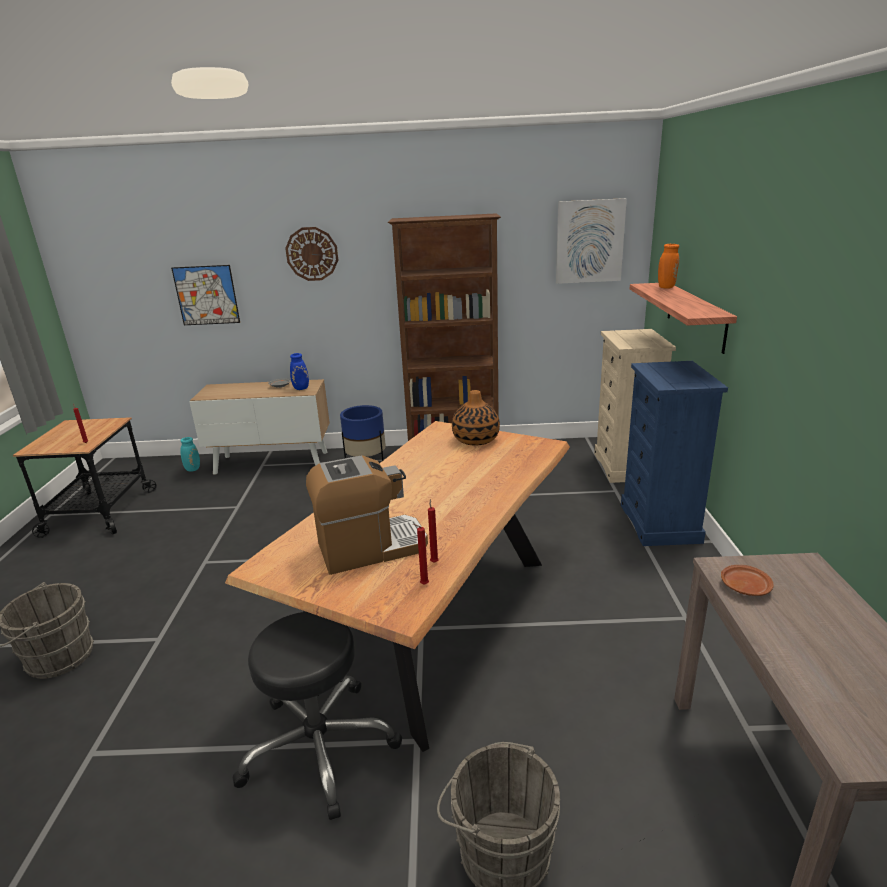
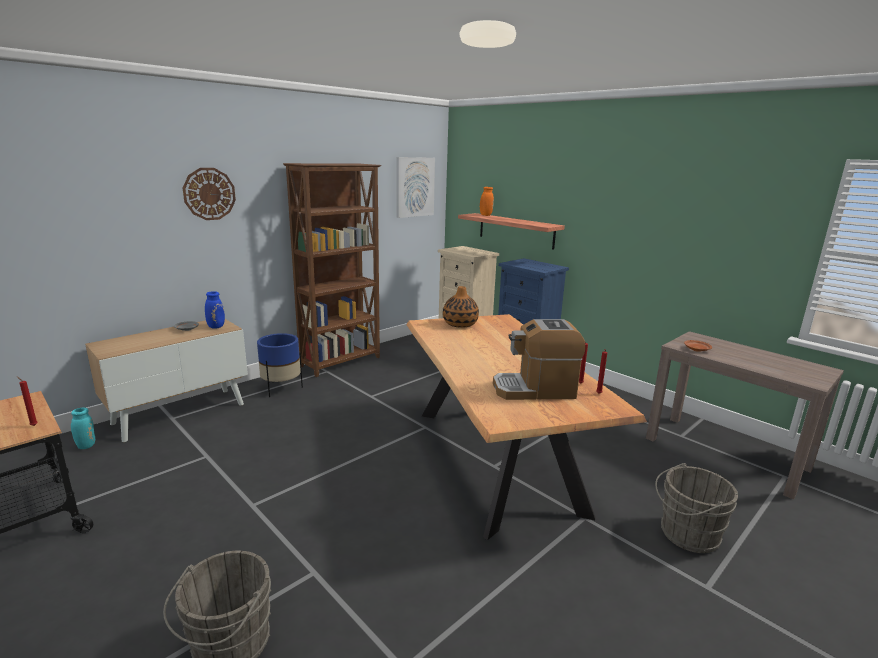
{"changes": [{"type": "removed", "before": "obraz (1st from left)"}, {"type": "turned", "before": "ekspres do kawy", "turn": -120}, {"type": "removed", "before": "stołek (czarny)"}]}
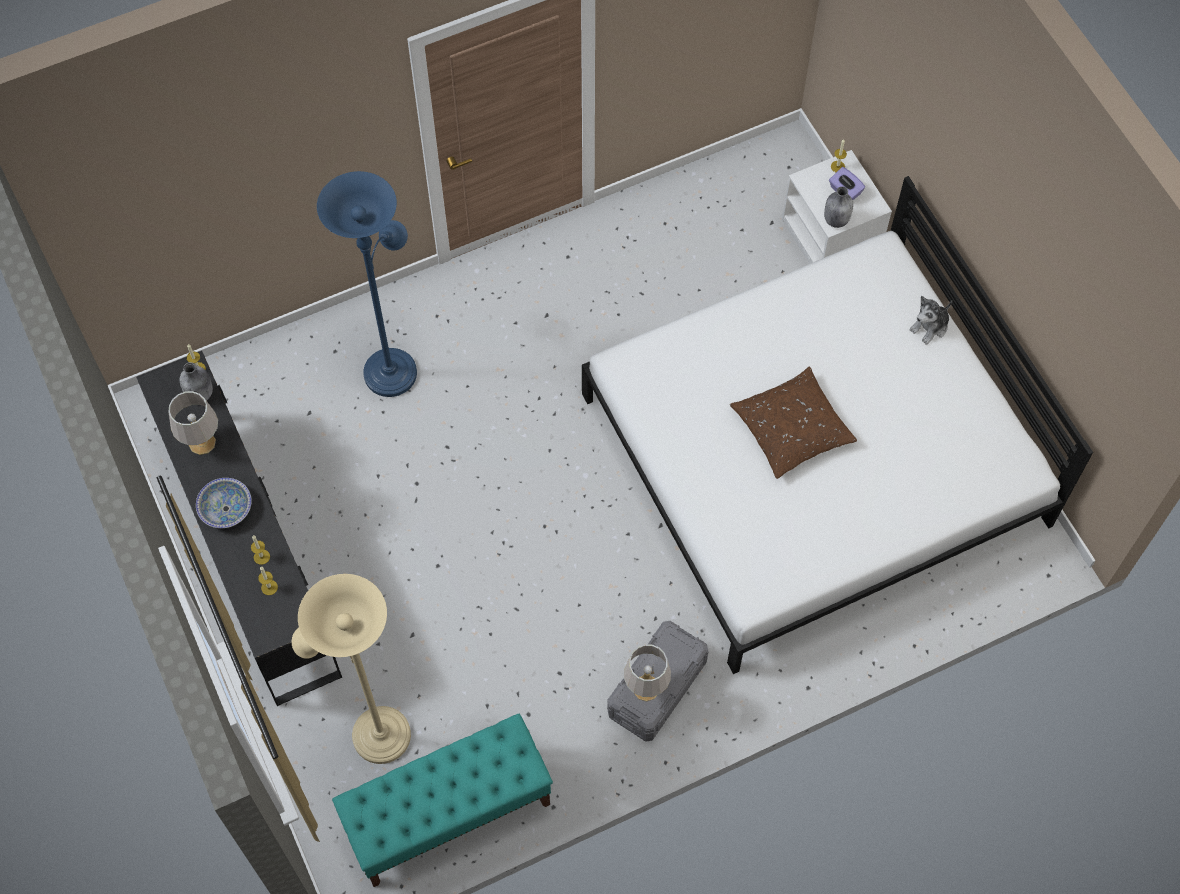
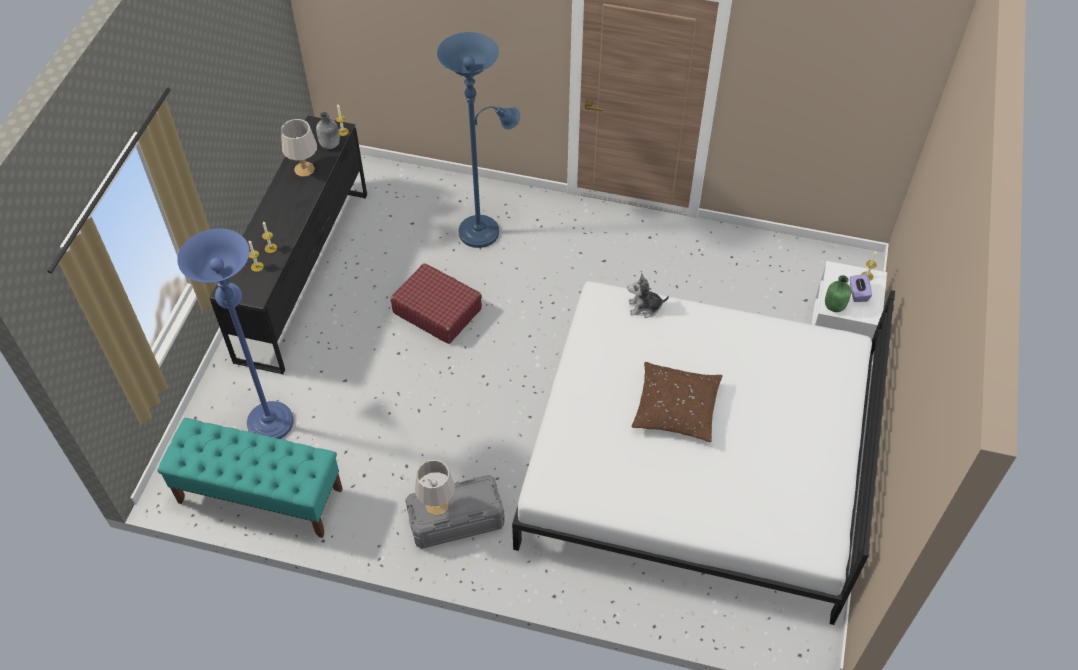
{"changes": [{"type": "recoloured", "before": "butelka (szary) (2nd from left)", "after": "butelka (zielony)"}, {"type": "moved", "before": "pluszak"}, {"type": "removed", "before": "miska"}, {"type": "recoloured", "before": "lampa stojąca (beżowy)", "after": "lampa stojąca (niebieski) (1st from left)"}, {"type": "added", "after": "walizka (czerwony)"}]}
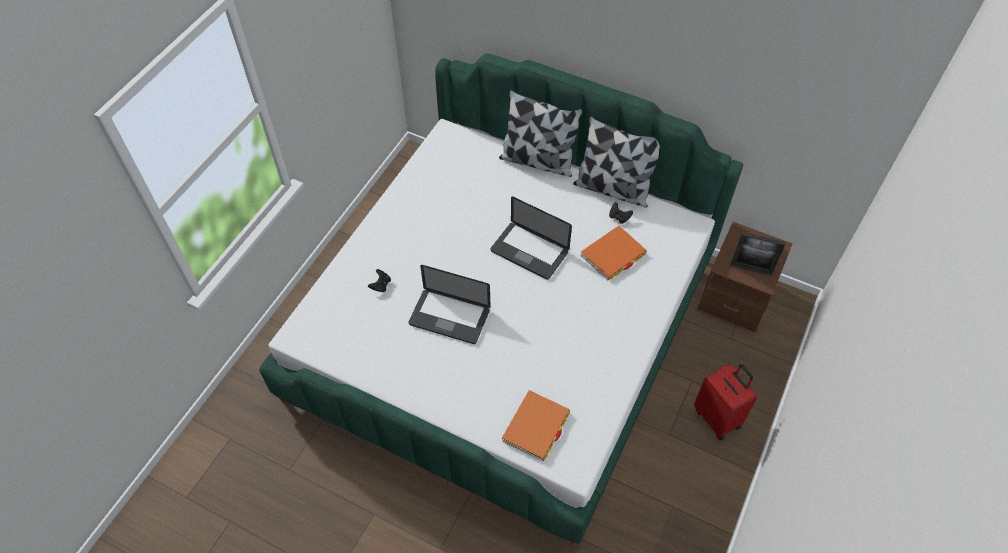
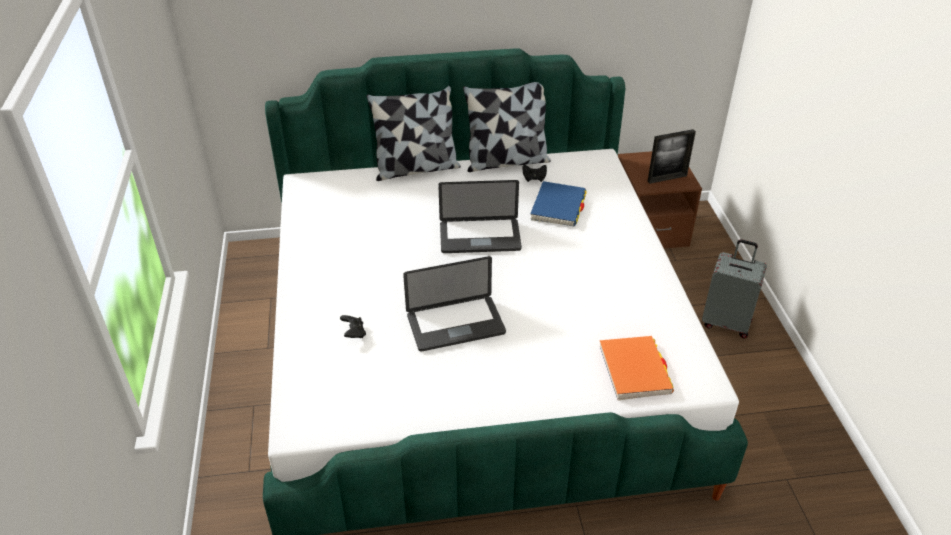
{"changes": [{"type": "recoloured", "before": "książka (pomarańczowy) (2nd from left)", "after": "książka (niebieski)"}, {"type": "recoloured", "before": "walizka (czerwony)", "after": "walizka (szary)"}]}
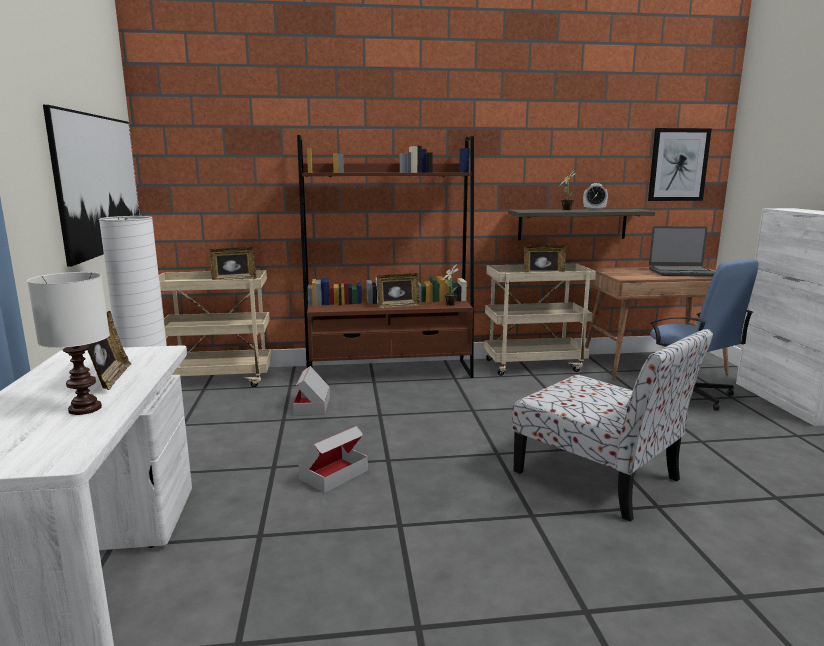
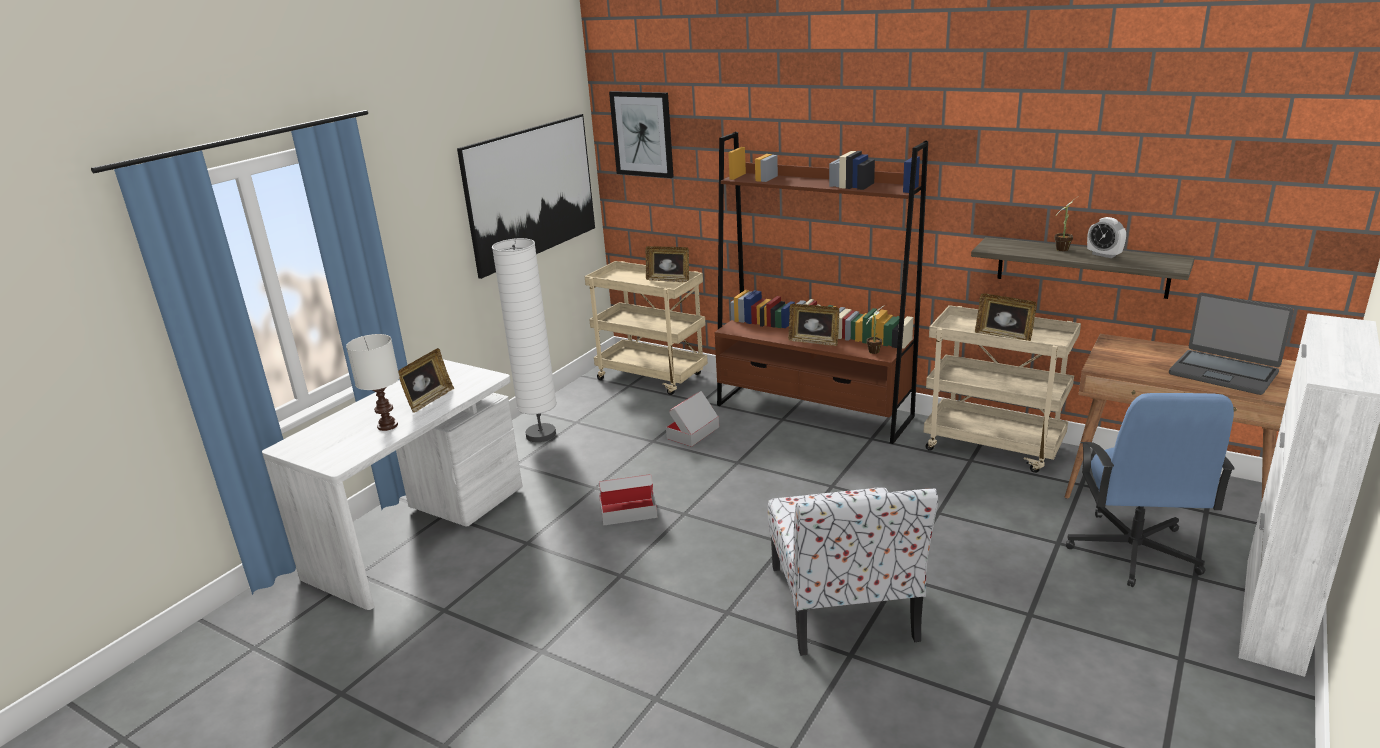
{"changes": [{"type": "moved", "before": "obraz (2nd from left)"}]}
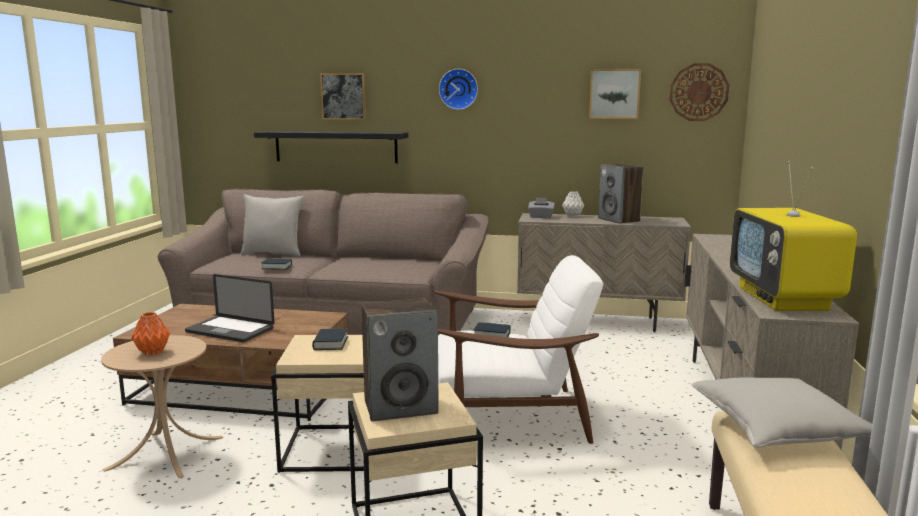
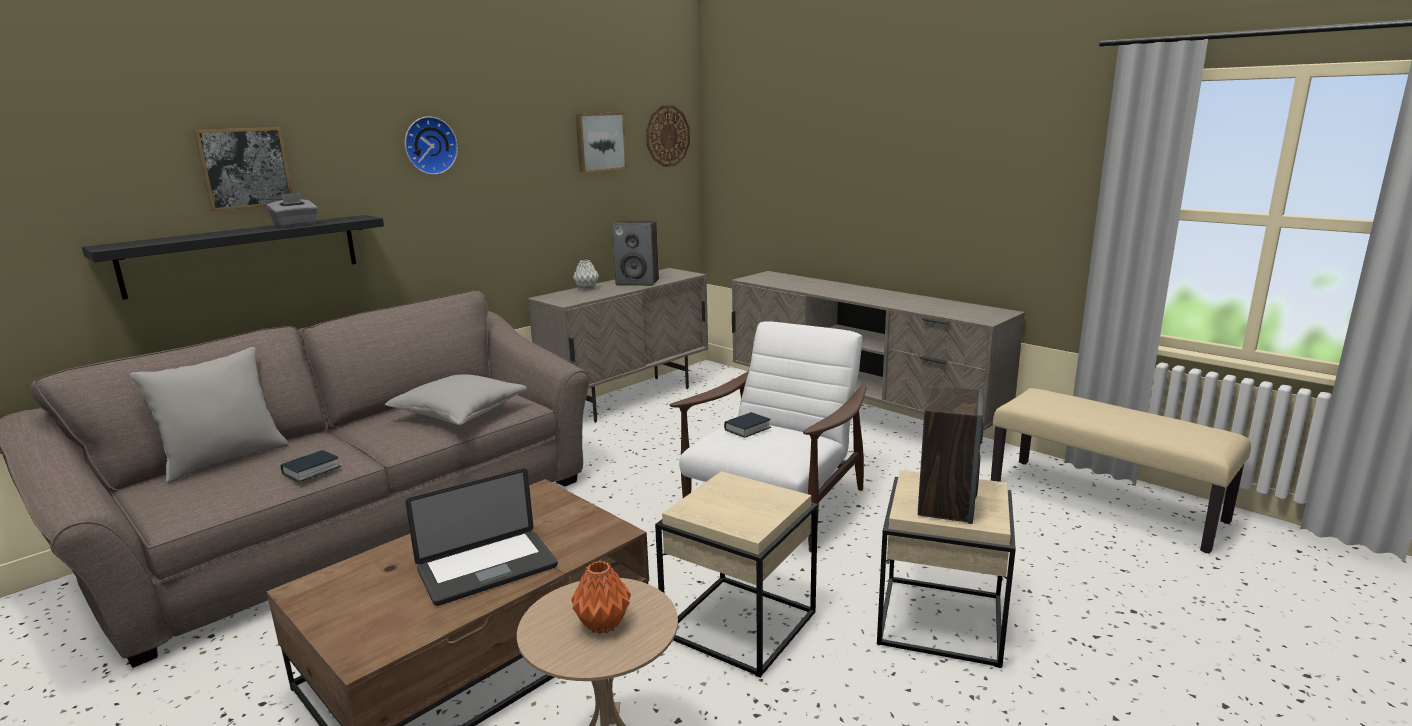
{"changes": [{"type": "removed", "before": "telewizor"}, {"type": "moved", "before": "pudełko chusteczek (szary)"}, {"type": "removed", "before": "książka (2nd from left)"}, {"type": "moved", "before": "poduszka (szary) (2nd from left)"}]}
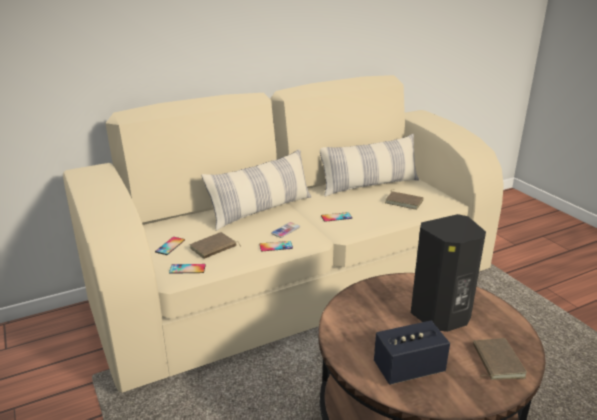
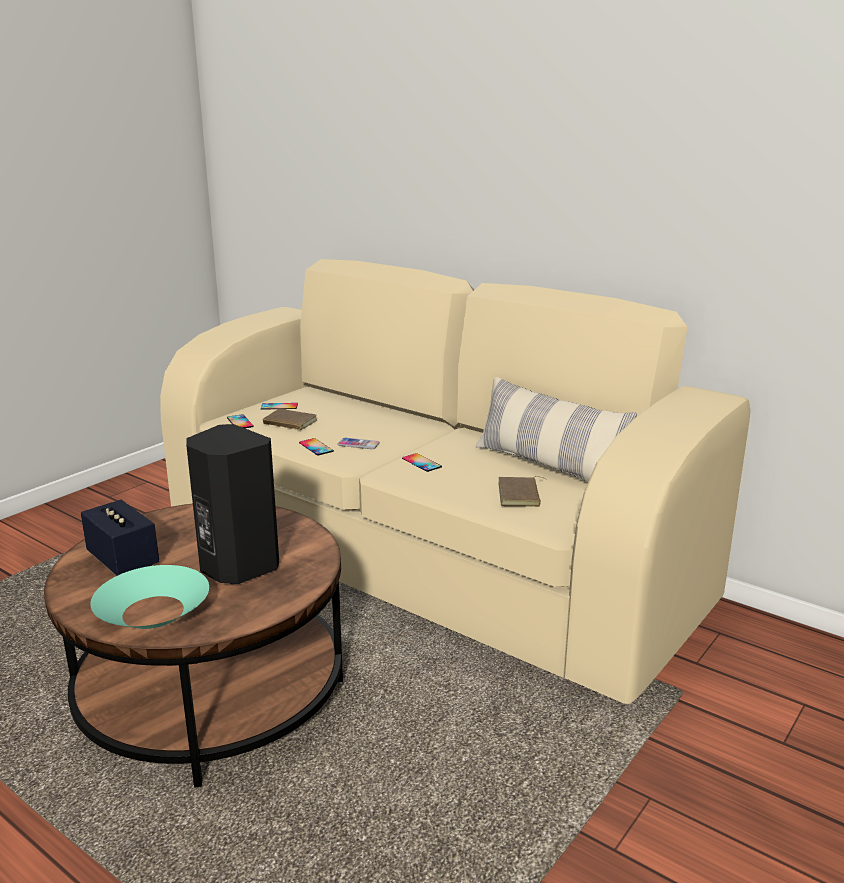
{"changes": [{"type": "removed", "before": "poduszka (1st from left)"}, {"type": "replaced", "before": "książka (brązowy) (3rd from left)", "after": "miska (turkusowy)"}]}
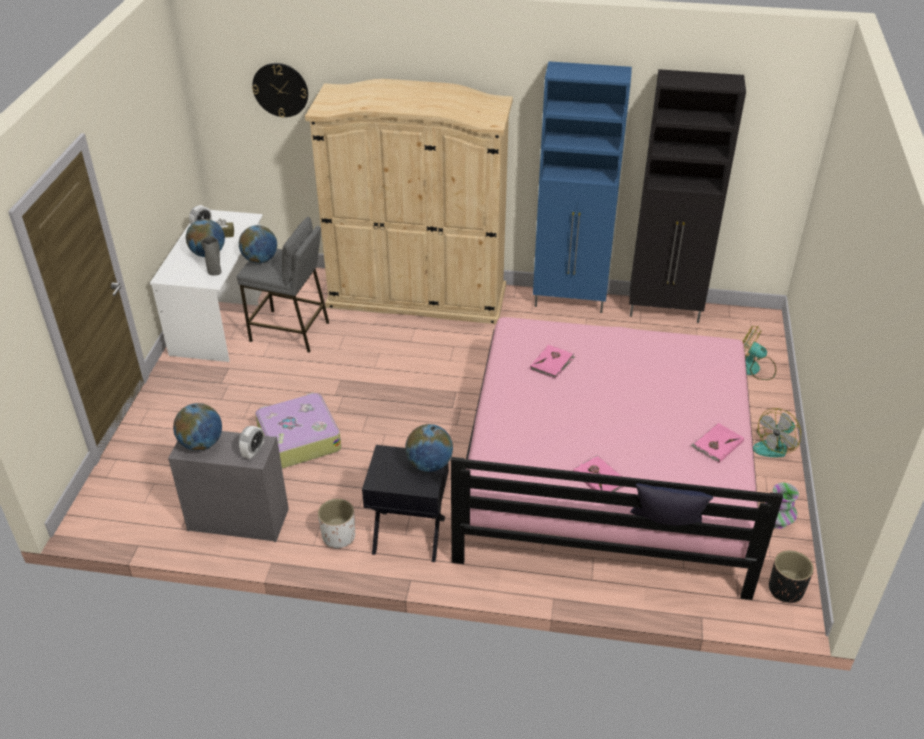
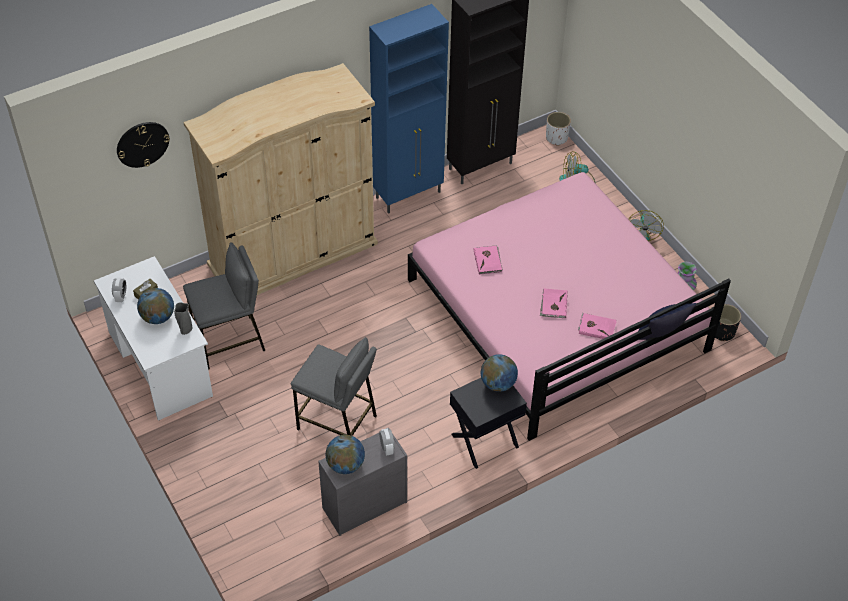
{"changes": [{"type": "removed", "before": "globus (3rd from left)"}, {"type": "replaced", "before": "walizka", "after": "stołek (szary) (2nd from left)"}, {"type": "moved", "before": "książka (różowy) (3rd from left in the first image)", "after": "książka (różowy) (2nd from left)"}, {"type": "moved", "before": "donica (biały)"}]}
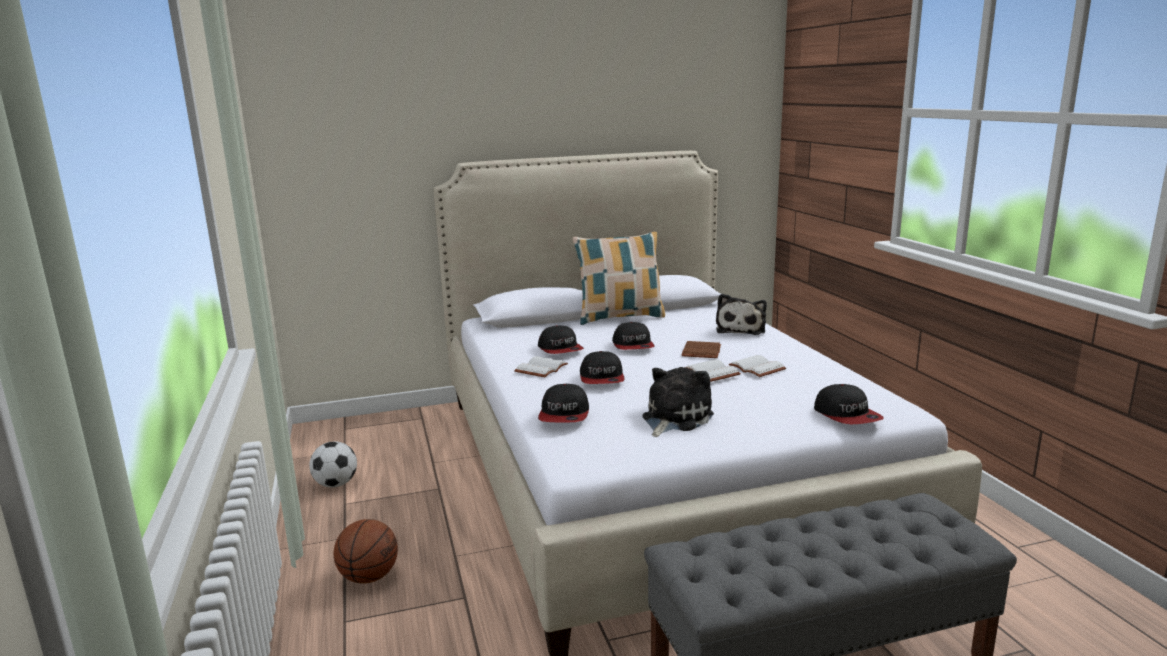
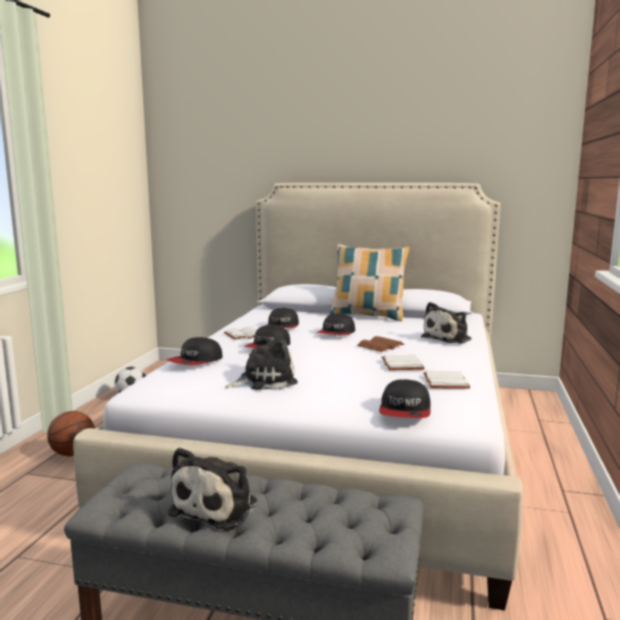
{"changes": [{"type": "moved", "before": "książka (biały) (2nd from left in the first image)", "after": "książka (biały) (3rd from left)"}, {"type": "added", "after": "pluszak (1st from left)"}]}
